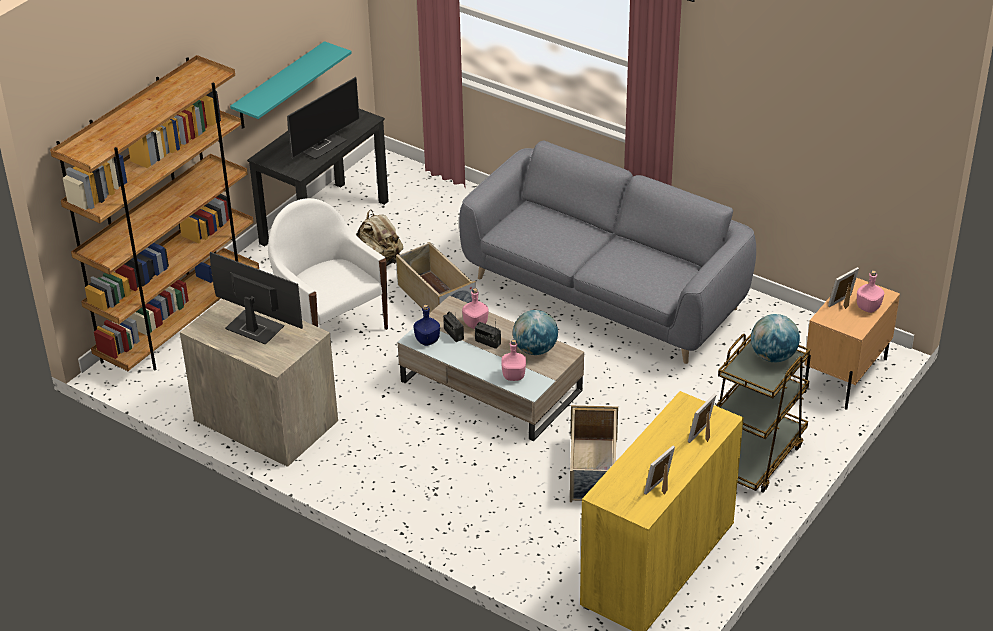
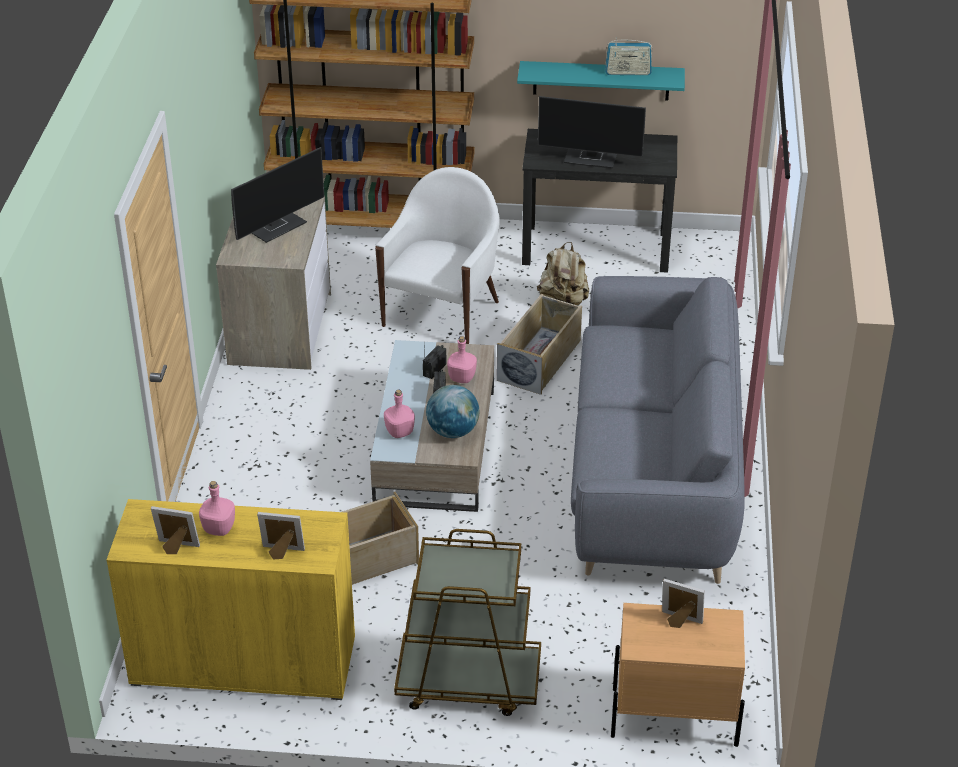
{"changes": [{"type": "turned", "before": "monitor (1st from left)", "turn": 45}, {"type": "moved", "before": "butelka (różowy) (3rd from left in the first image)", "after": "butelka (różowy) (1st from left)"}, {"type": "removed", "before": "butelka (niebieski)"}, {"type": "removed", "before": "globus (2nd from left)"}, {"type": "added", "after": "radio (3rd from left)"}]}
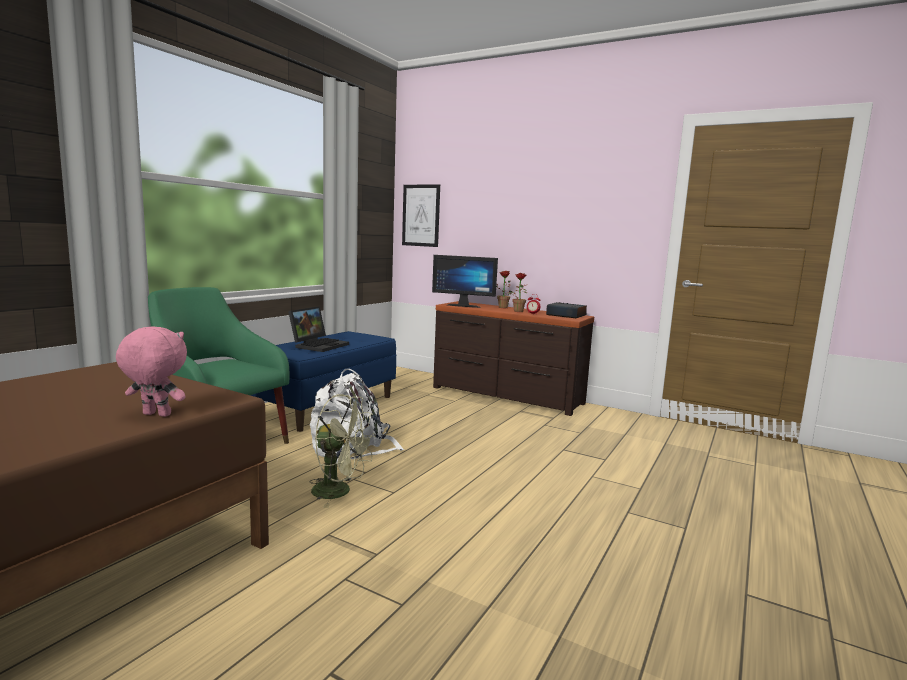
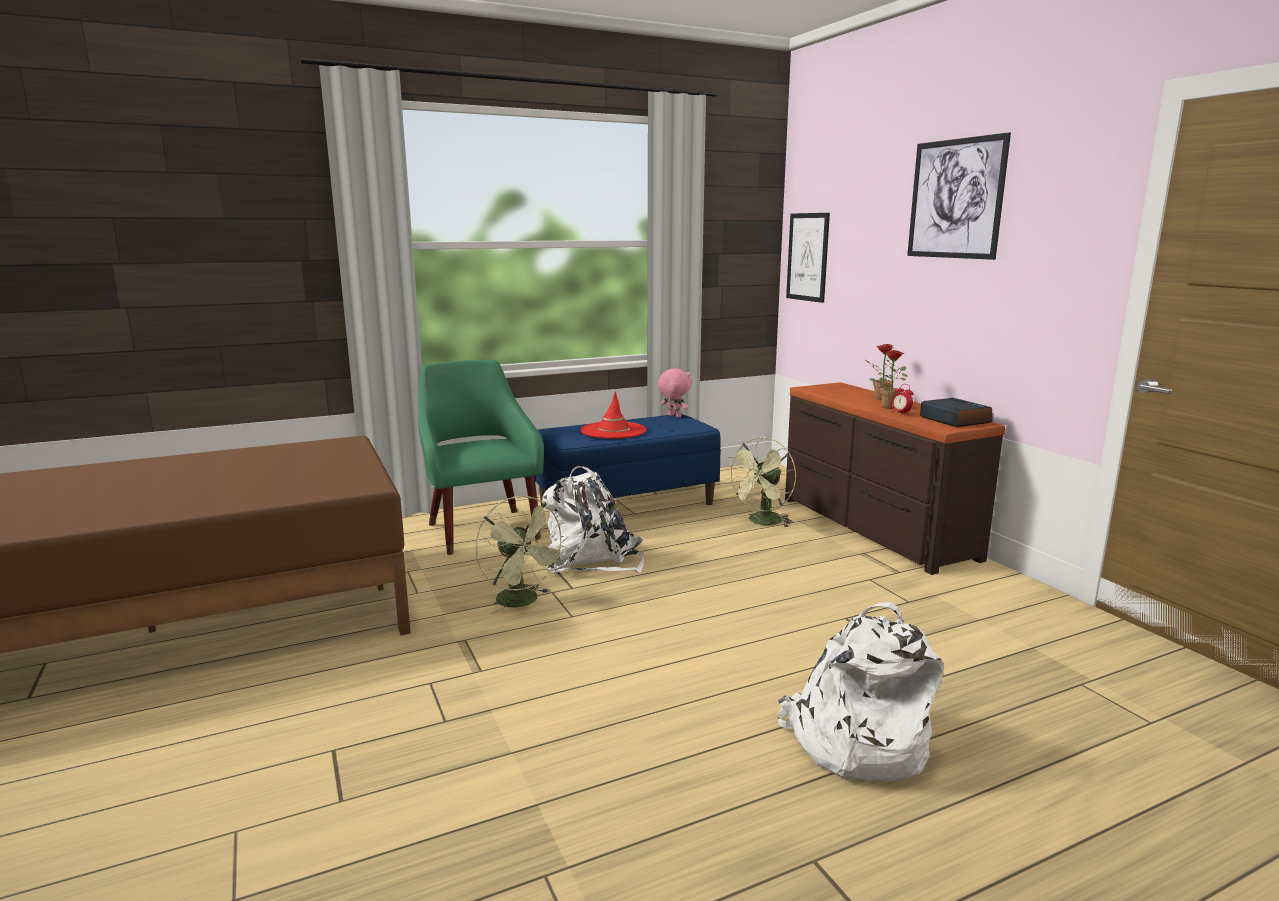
{"changes": [{"type": "removed", "before": "monitor"}, {"type": "replaced", "before": "laptop", "after": "kapelusz (czerwony)"}, {"type": "moved", "before": "pluszak (różowy)"}, {"type": "added", "after": "obraz (2nd from left)"}, {"type": "added", "after": "wentylator (zielony) (2nd from left)"}, {"type": "added", "after": "plecak (biały) (2nd from left)"}]}
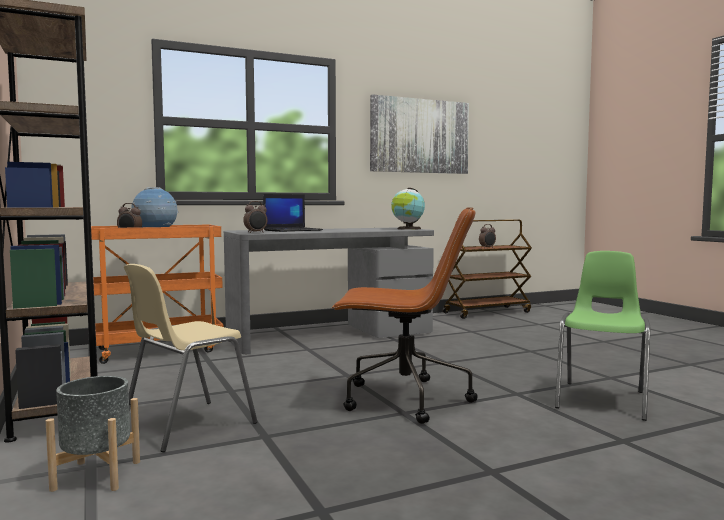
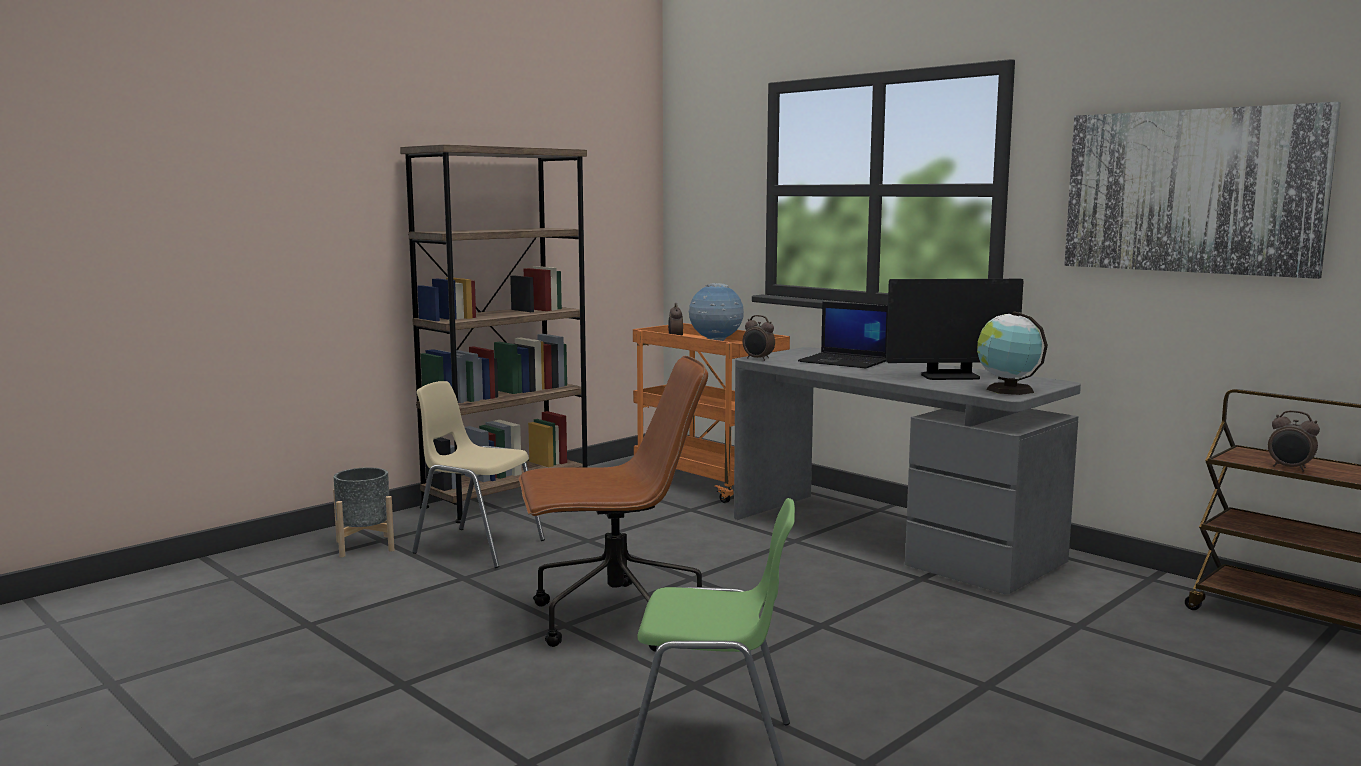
{"changes": [{"type": "turned", "before": "krzesło biurowe (brązowy)", "turn": -90}, {"type": "added", "after": "monitor"}]}
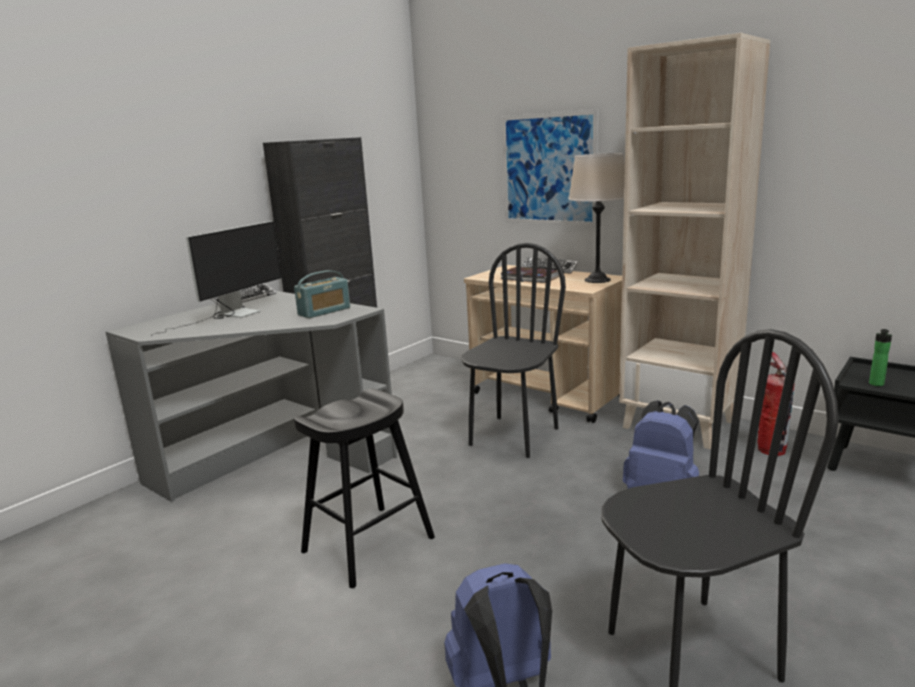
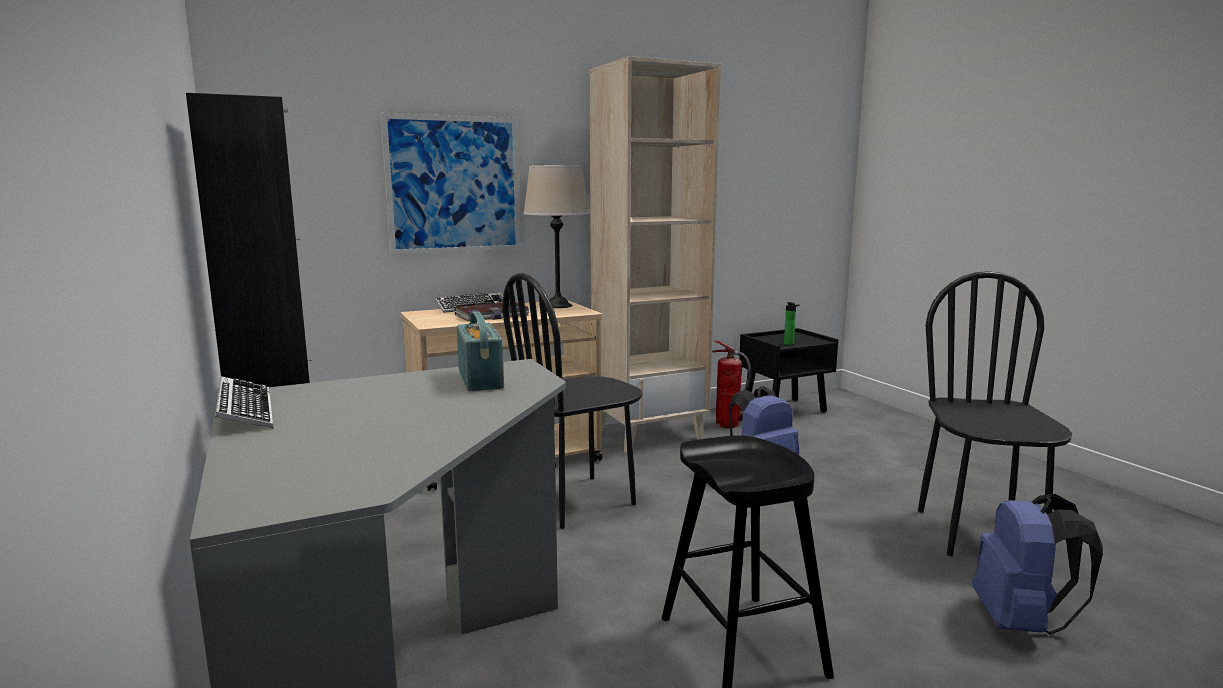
{"changes": [{"type": "removed", "before": "monitor"}, {"type": "turned", "before": "krzesło (czarny) (1st from left)", "turn": -90}]}
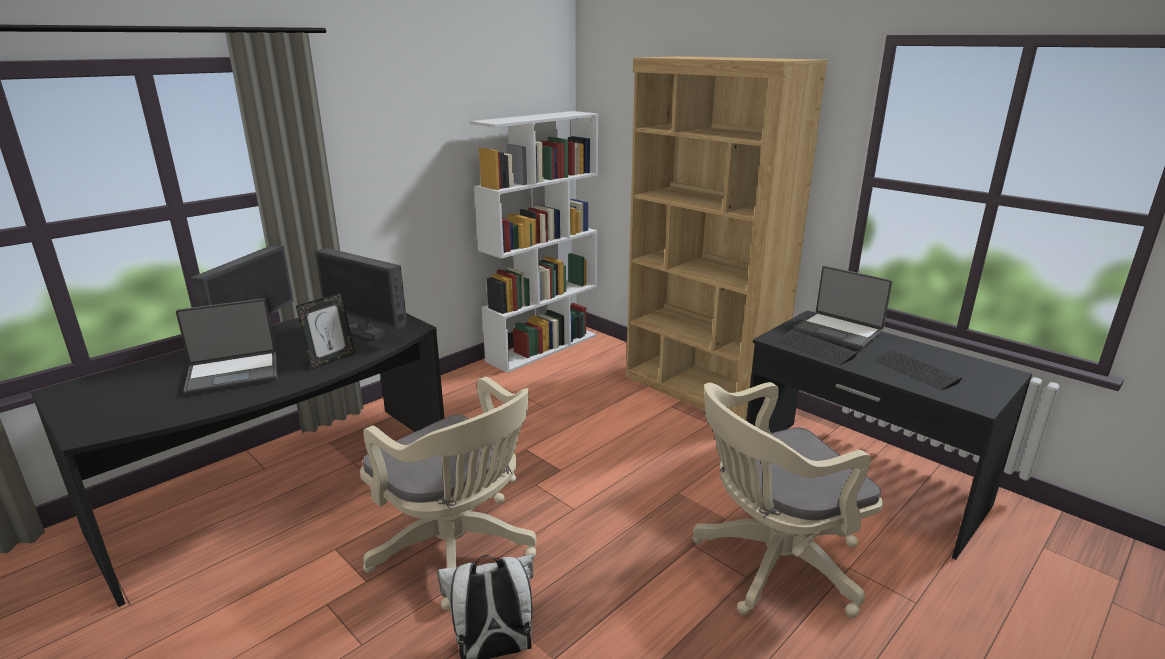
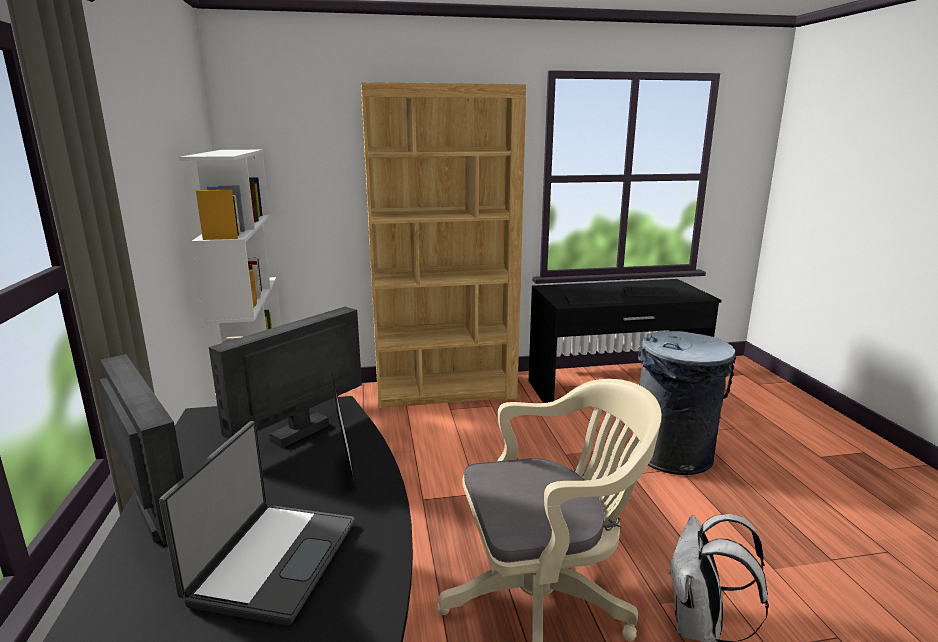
{"changes": [{"type": "turned", "before": "monitor (2nd from left)", "turn": 150}, {"type": "removed", "before": "laptop (2nd from left)"}, {"type": "replaced", "before": "krzesło biurowe (beżowy) (2nd from left)", "after": "kosz na śmieci (szary)"}]}
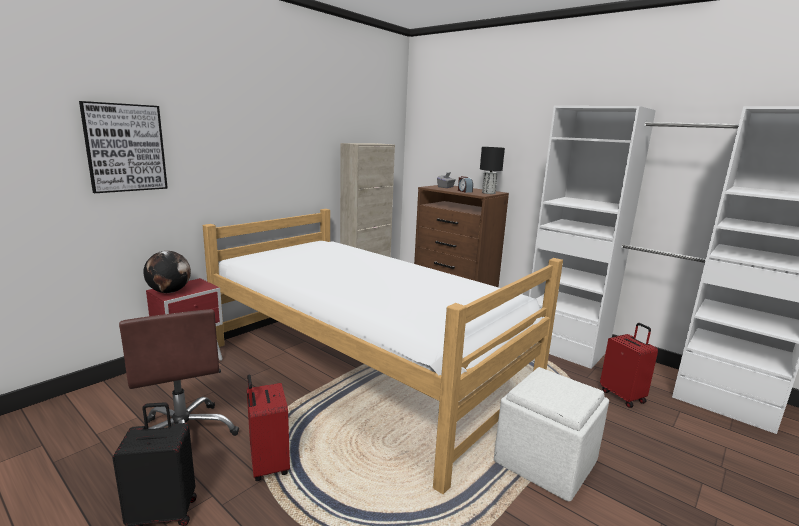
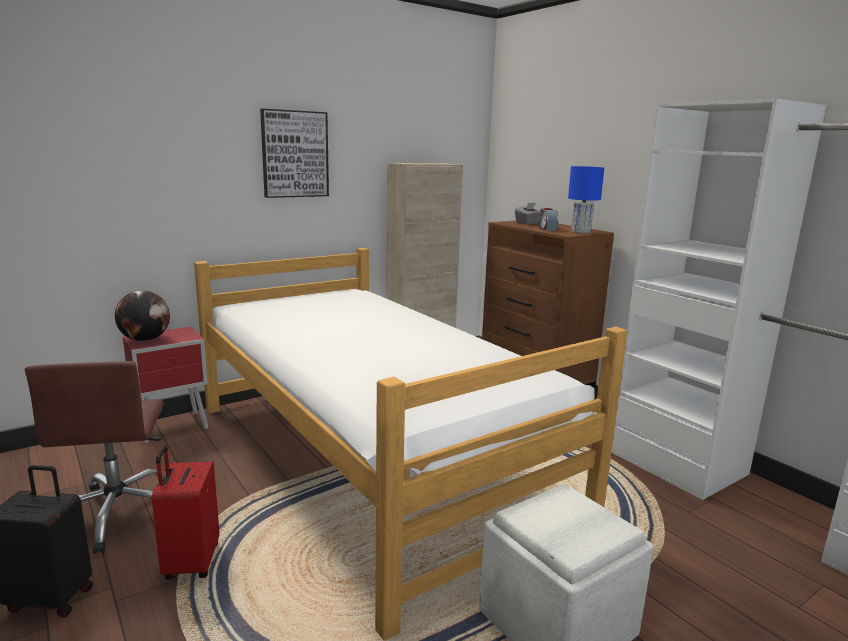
{"changes": [{"type": "moved", "before": "obraz"}, {"type": "recoloured", "before": "lampa stołowa (czarny)", "after": "lampa stołowa (niebieski)"}, {"type": "removed", "before": "walizka (czerwony) (2nd from left)"}]}
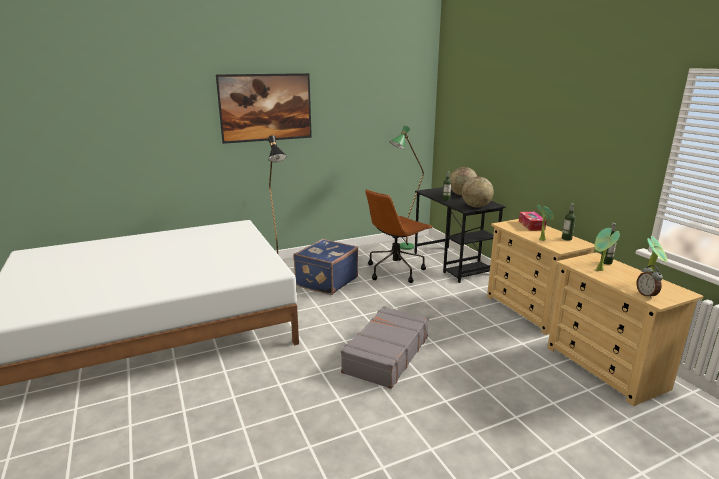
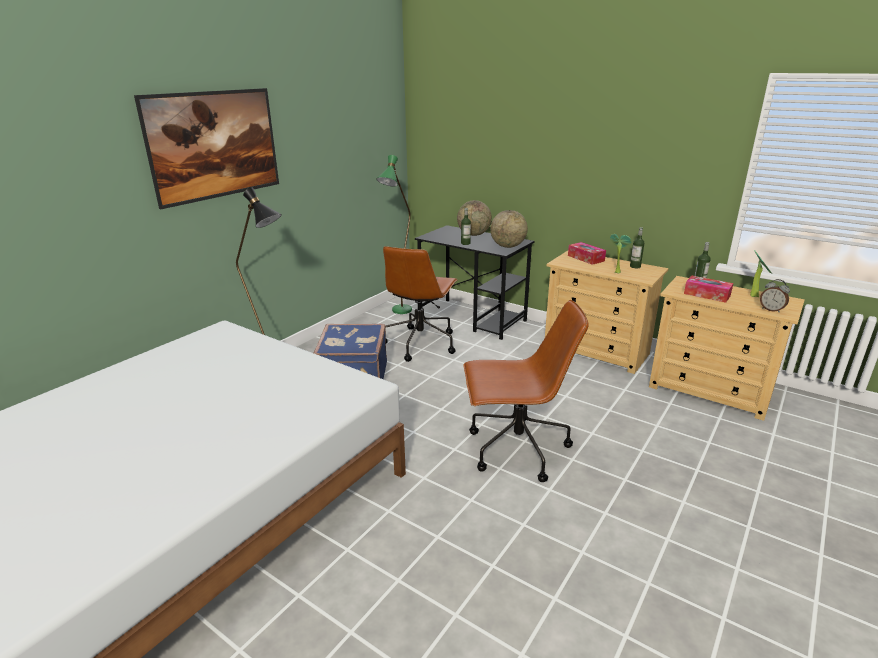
{"changes": [{"type": "replaced", "before": "roślina doniczkowa (2nd from left)", "after": "pudełko chusteczek (2nd from left)"}, {"type": "replaced", "before": "walizka (szary)", "after": "krzesło biurowe (brązowy) (2nd from left)"}]}
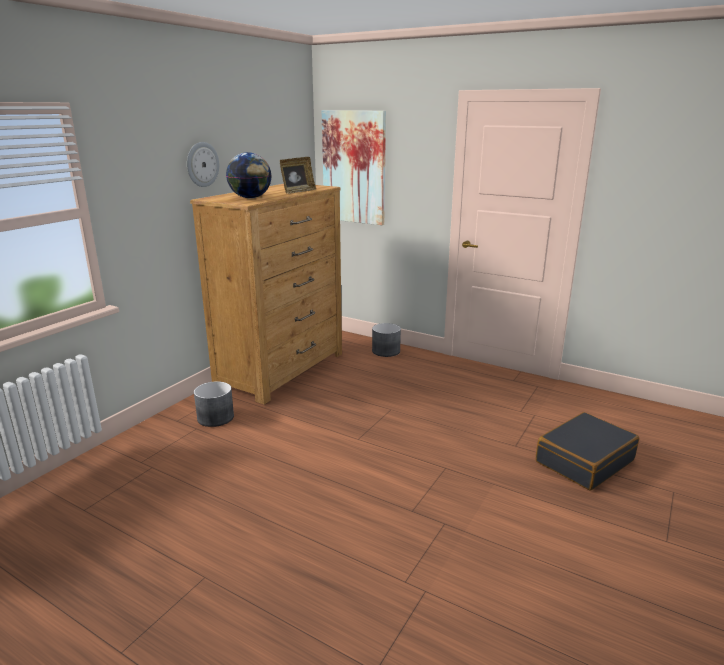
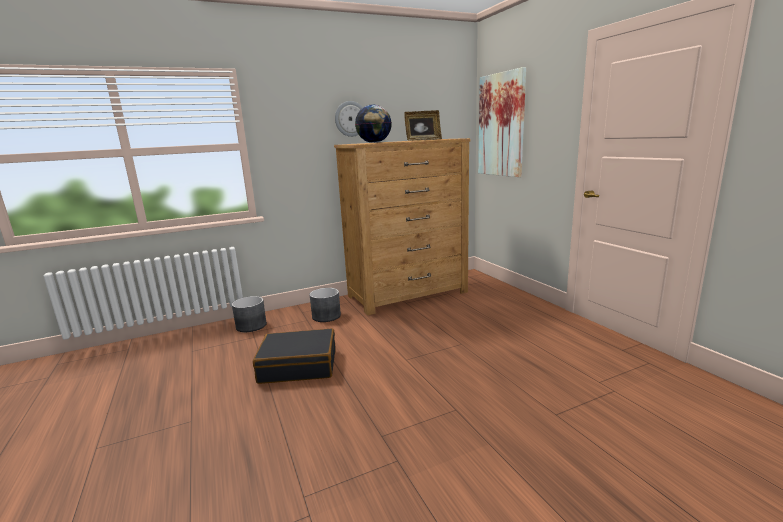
{"changes": [{"type": "moved", "before": "donica (szary) (2nd from left in the first image)", "after": "donica (szary) (1st from left)"}, {"type": "moved", "before": "walizka (czarny)"}]}
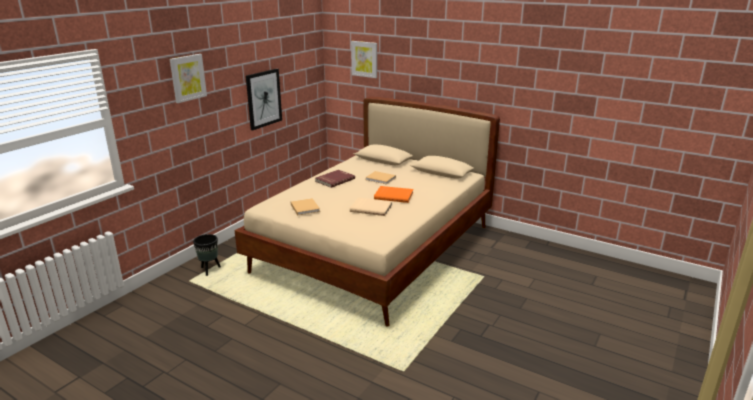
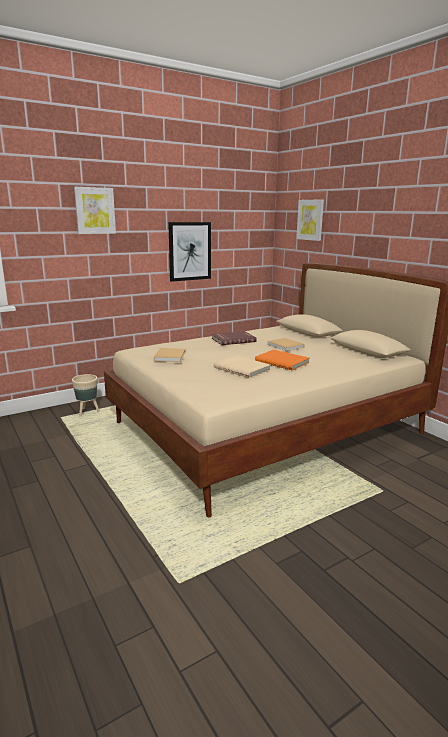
{"changes": [{"type": "recoloured", "before": "donica (czarny)", "after": "donica (beżowy)"}]}
